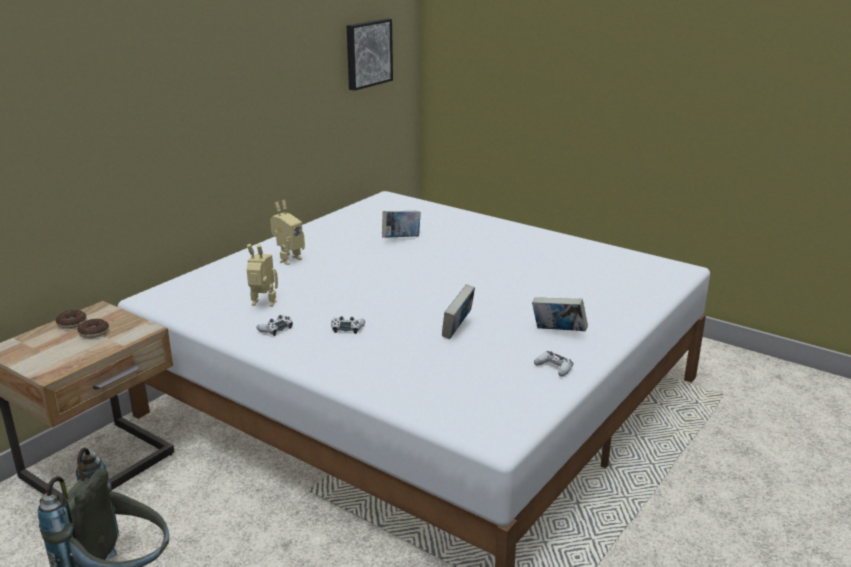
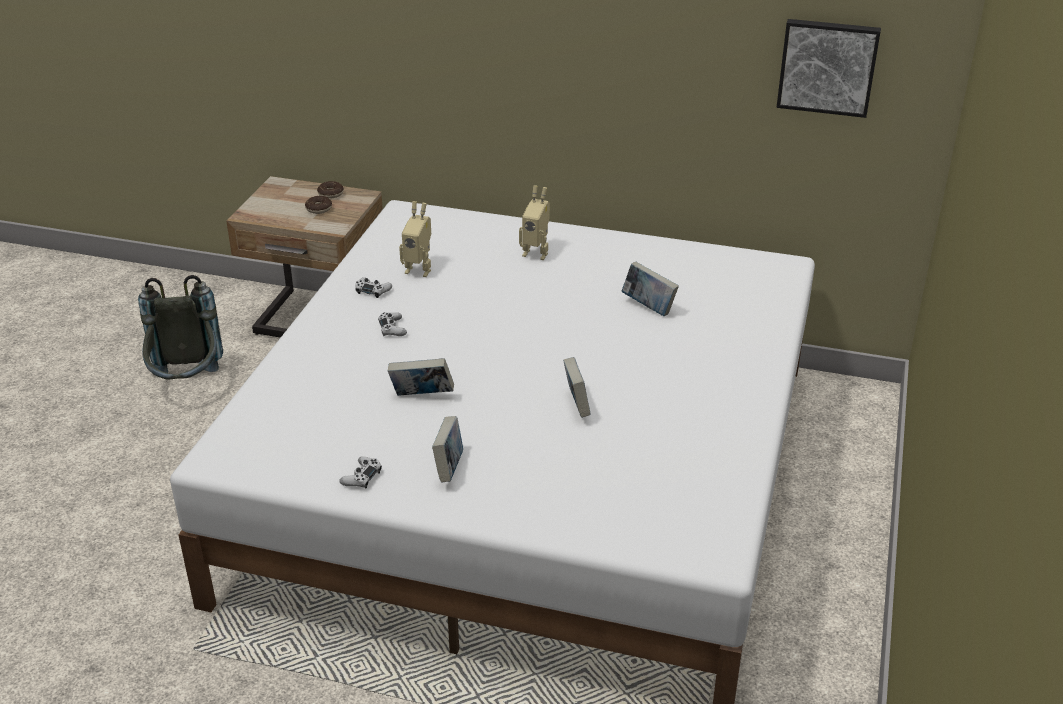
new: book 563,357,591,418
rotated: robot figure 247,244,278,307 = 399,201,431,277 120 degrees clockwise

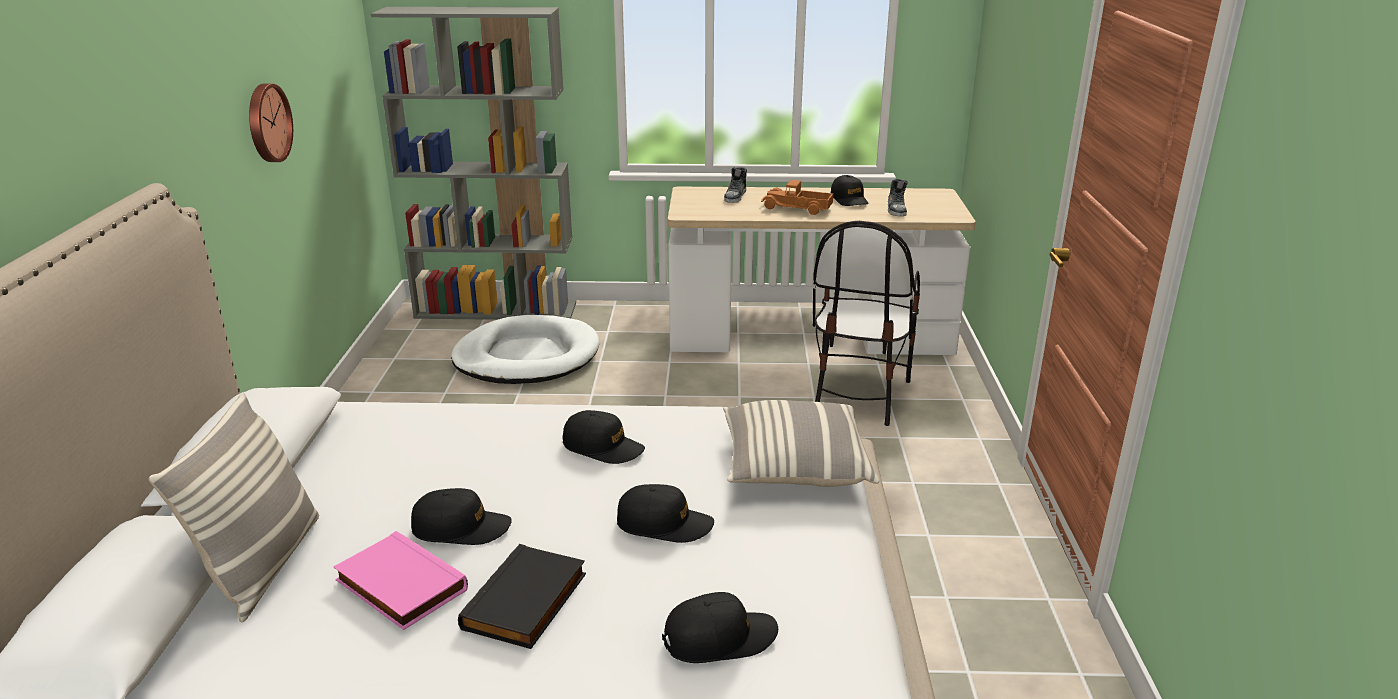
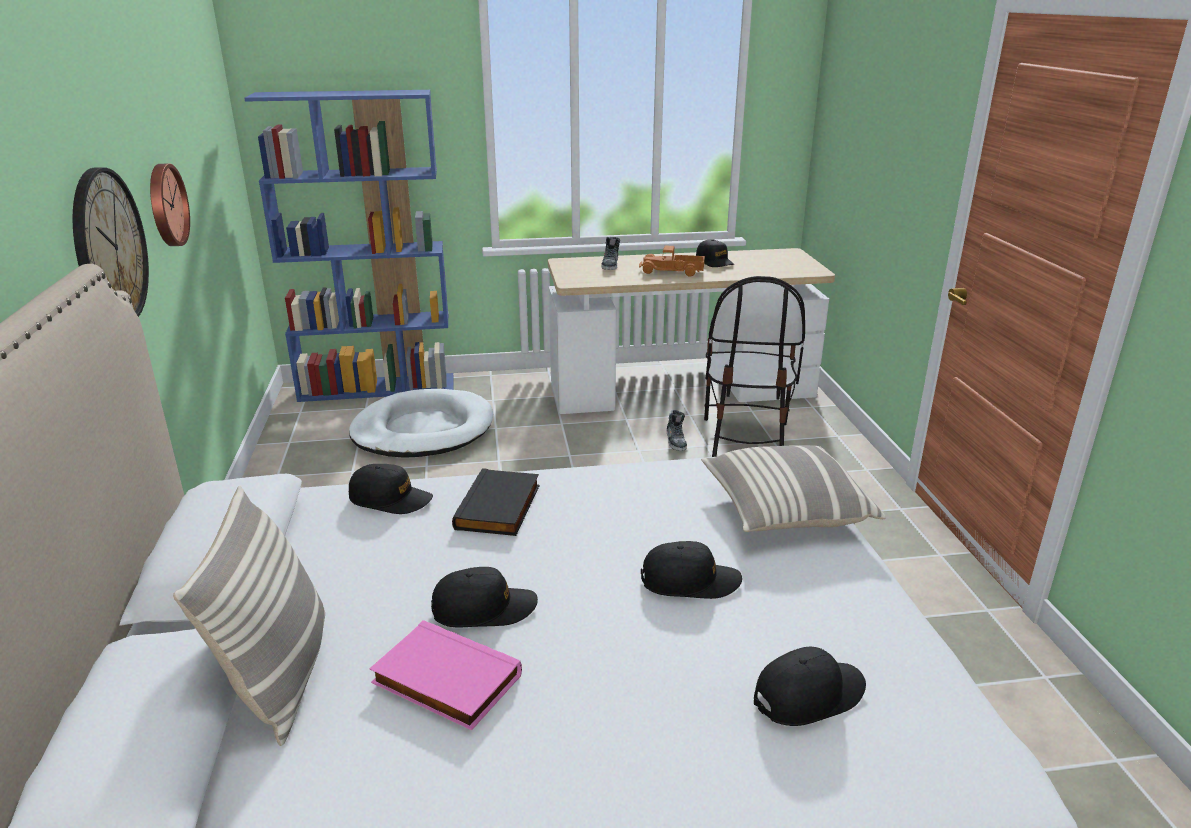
new: clock on the wall 73,167,149,317
shifted: black book 458,544,586,649 to 452,468,540,536; black cap 563,410,645,464 to 349,464,433,514; low shoe 888,179,908,216 to 667,410,687,451
repainted: greyish bookcase 371,7,576,320 to bluish bookcase 244,90,453,402

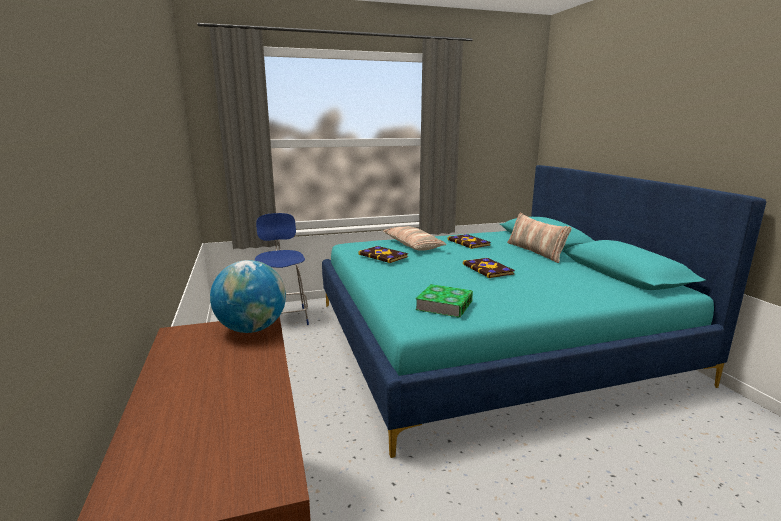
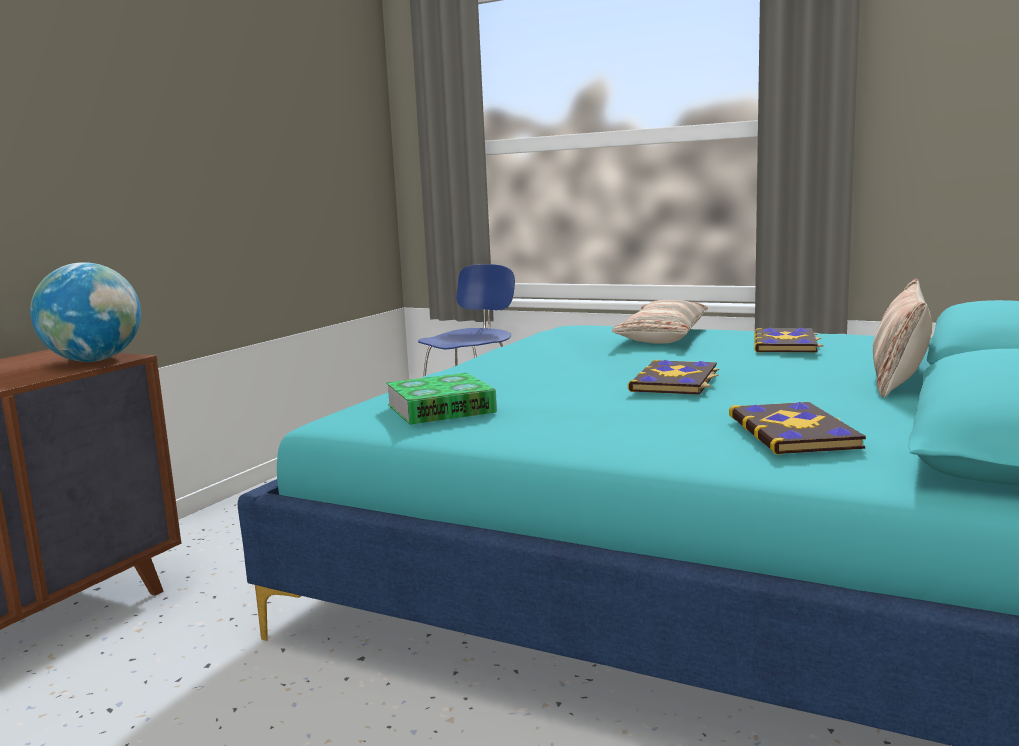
shifted: book 358,246,408,263 to 729,402,866,455

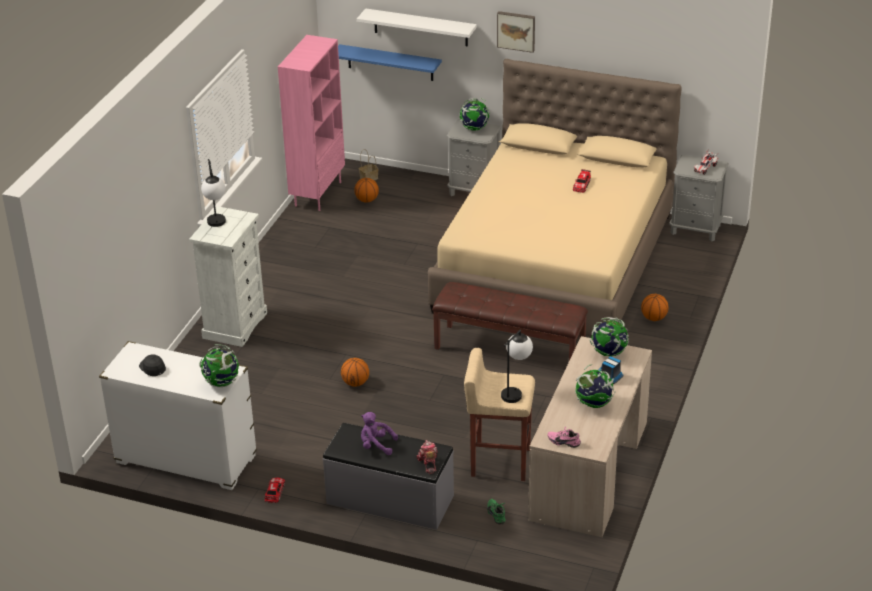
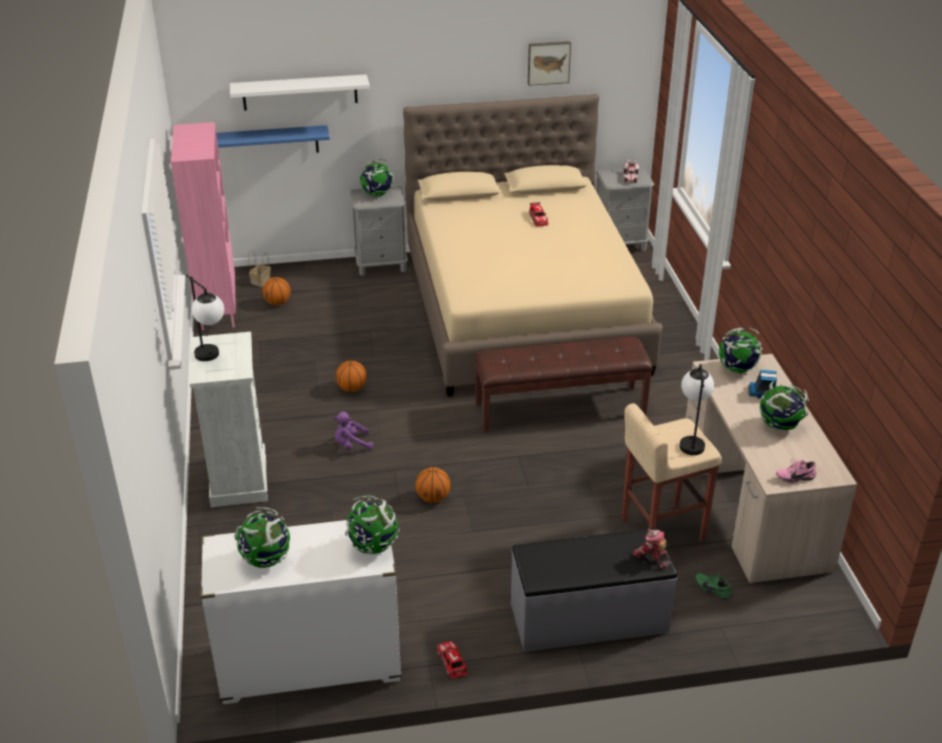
shifted: purple soft toy 361,412,398,455 to 333,412,374,450; wall picture 497,11,535,53 to 528,41,571,86; basketball ball 641,294,669,321 to 336,361,367,392
swapped: black cap 139,354,166,376 to desk globe 234,507,290,568

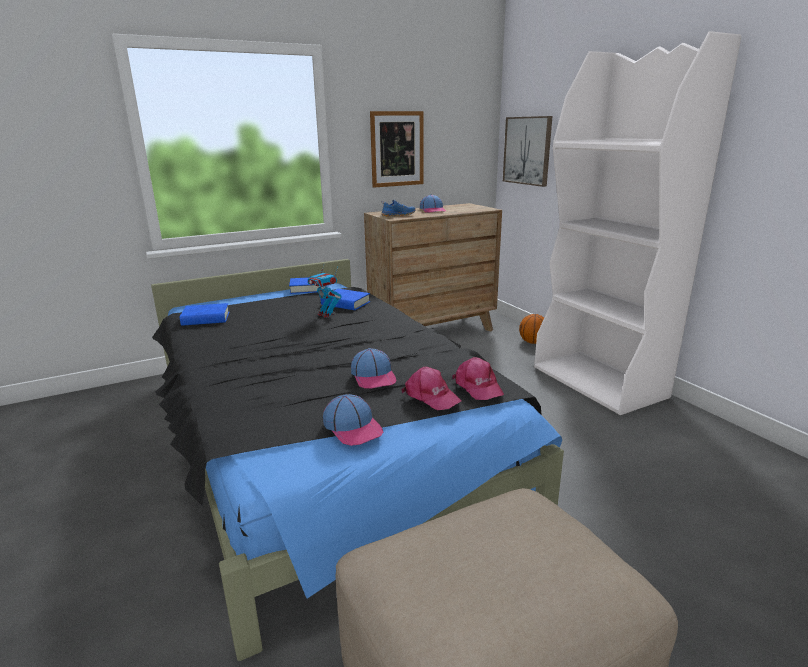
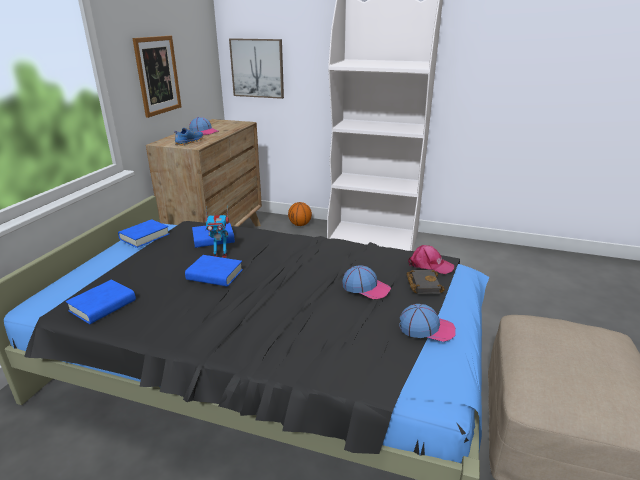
new: bluish book 185,255,243,287
swapped: pinkish cap 401,367,461,410 to black book 407,270,445,294

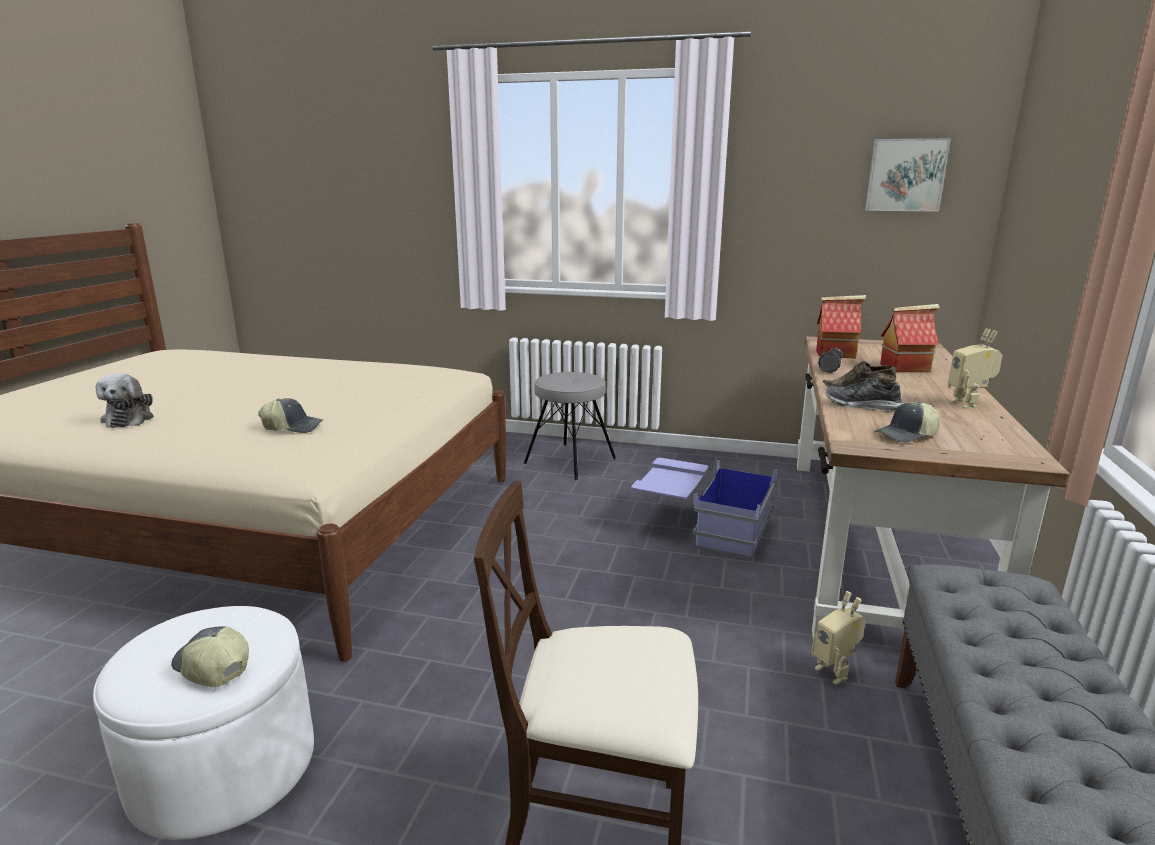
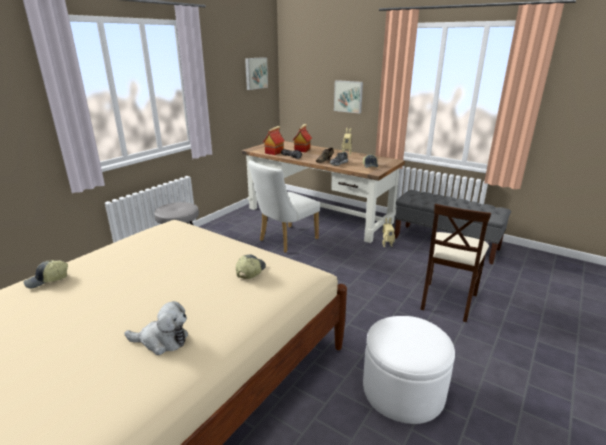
new: wall picture 334,80,363,114
shifted: cap 171,626,249,687 to 24,260,68,289
swapped: bluish storage container 631,457,778,559 to whitish upright chair 248,160,320,253

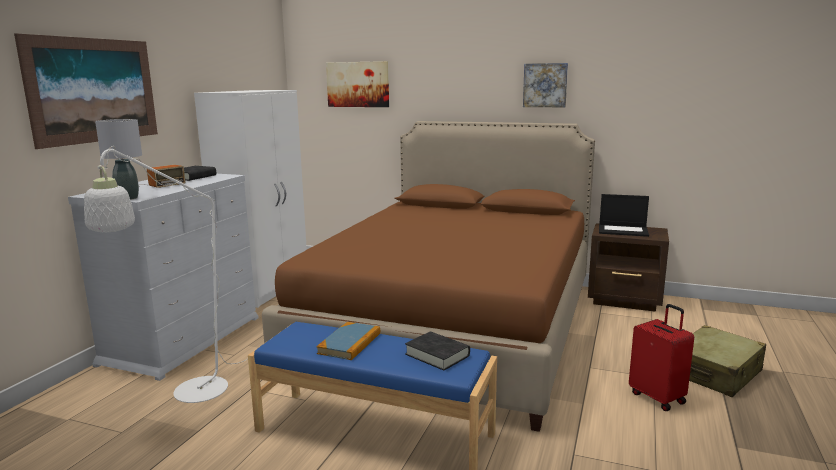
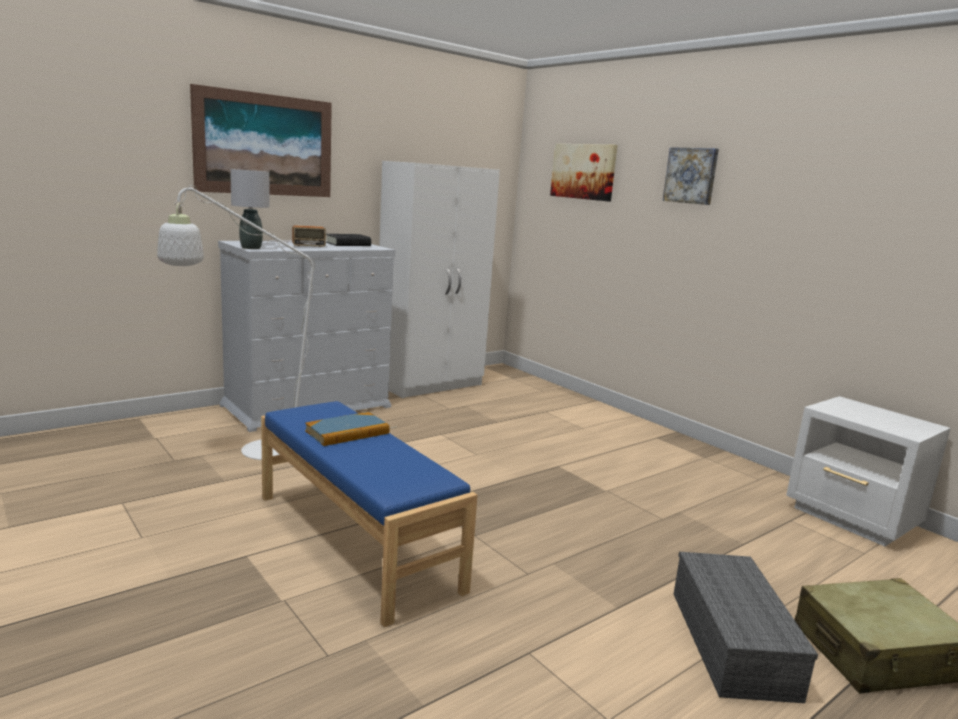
gone: brown sleeping bed 262,121,595,432; black book 405,331,470,371; notebook computer 599,194,649,237
shifted: wall picture 523,63,568,107 to 662,147,719,205
swapped: red suitcase 629,304,694,411 to greyish storage container 674,552,818,703
repainted: brown night table 588,223,669,312 to whitish night table 786,396,951,546

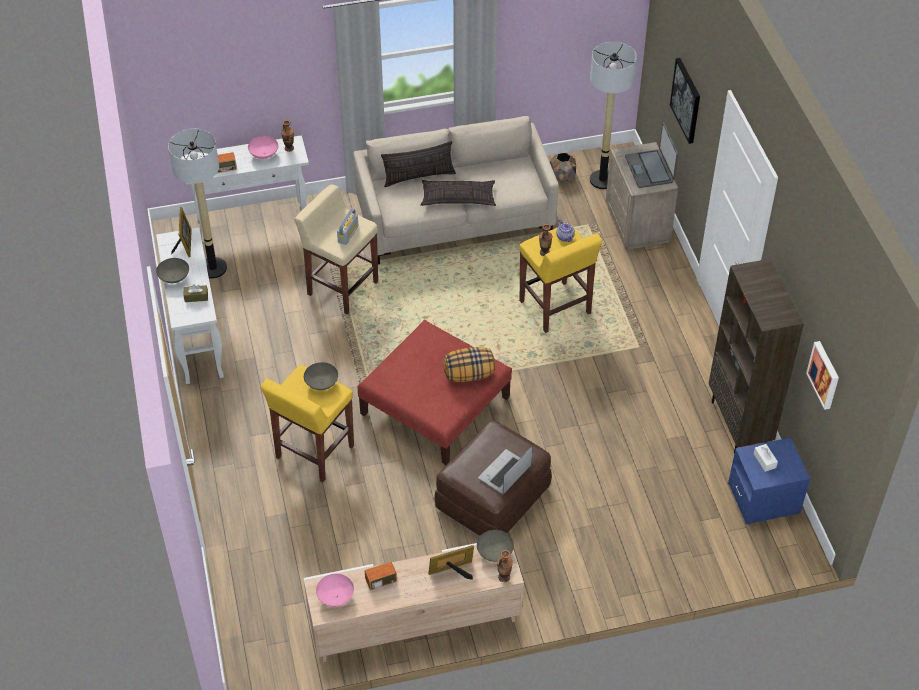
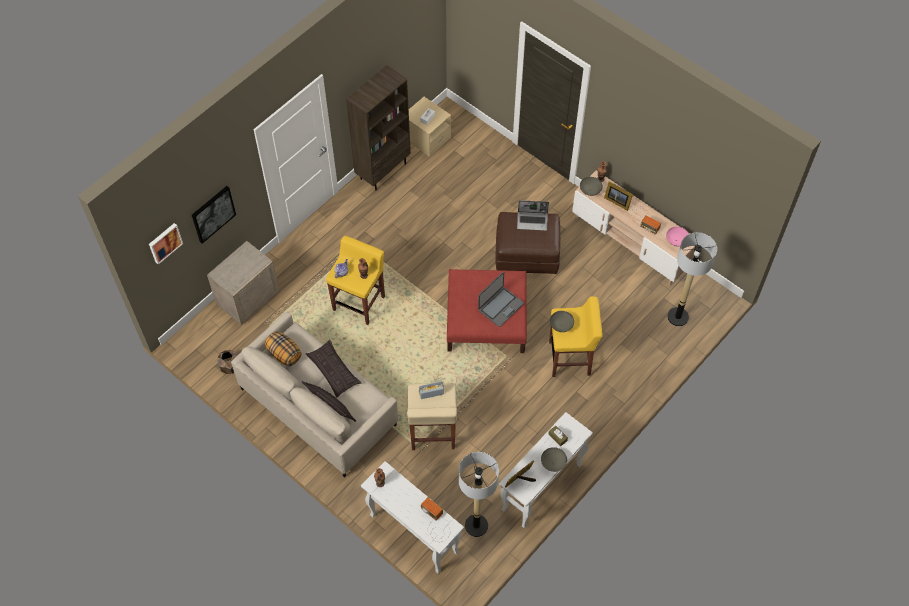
gone: pinkish serving bowl 248,136,278,159
shifted: cushion 443,347,495,382 to 265,331,302,366; floor lamp 590,42,637,189 to 667,232,717,326; notebook computer 625,122,678,188 to 478,272,524,327; wall picture 806,341,839,410 to 149,223,183,265
repainted: bluish night table 728,438,810,524 to beige night table 409,97,451,157

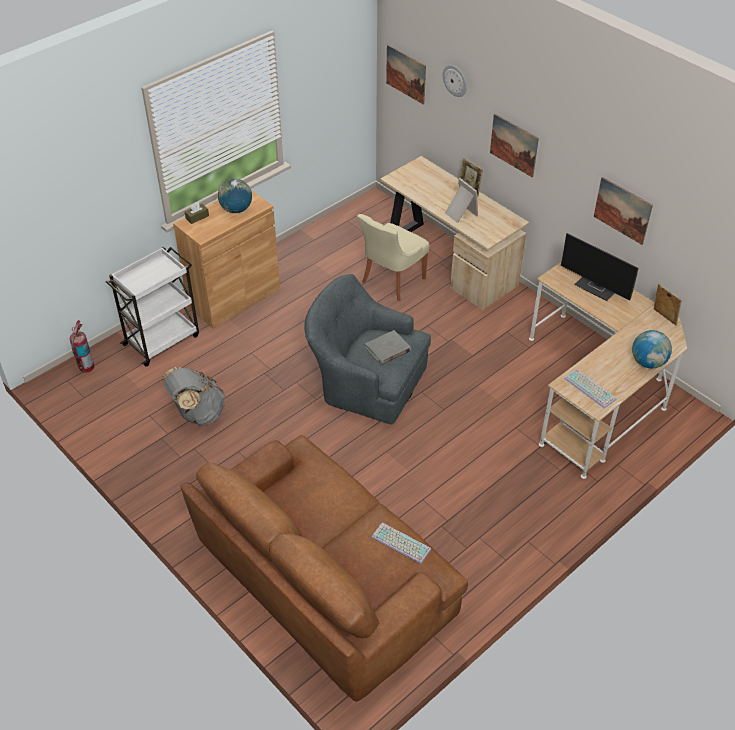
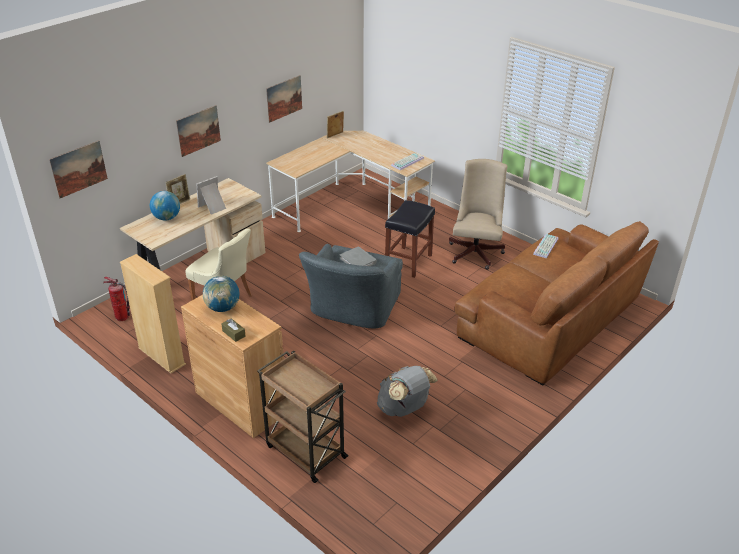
gone: clock on the wall 443,65,467,97; computer screen 561,233,638,301
new: beige bookcase 120,254,186,373; black stool seat 385,200,435,278; beige desk chair 449,159,507,270
shifted: fire extinguisher 70,320,94,373 to 103,277,130,321; desk globe 632,330,672,368 to 150,191,180,220
repainted: whitish trolley 106,247,199,366 to brown trolley 257,351,349,483

